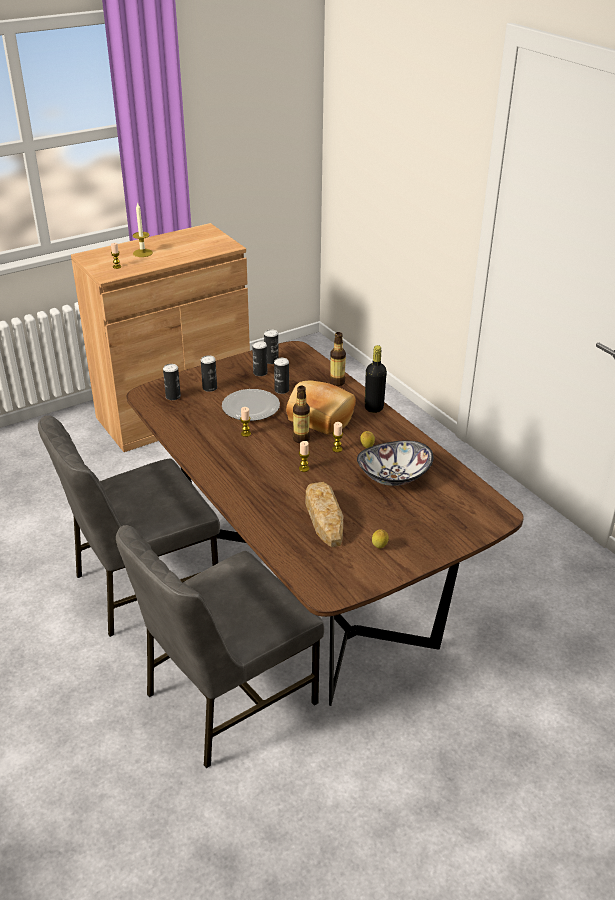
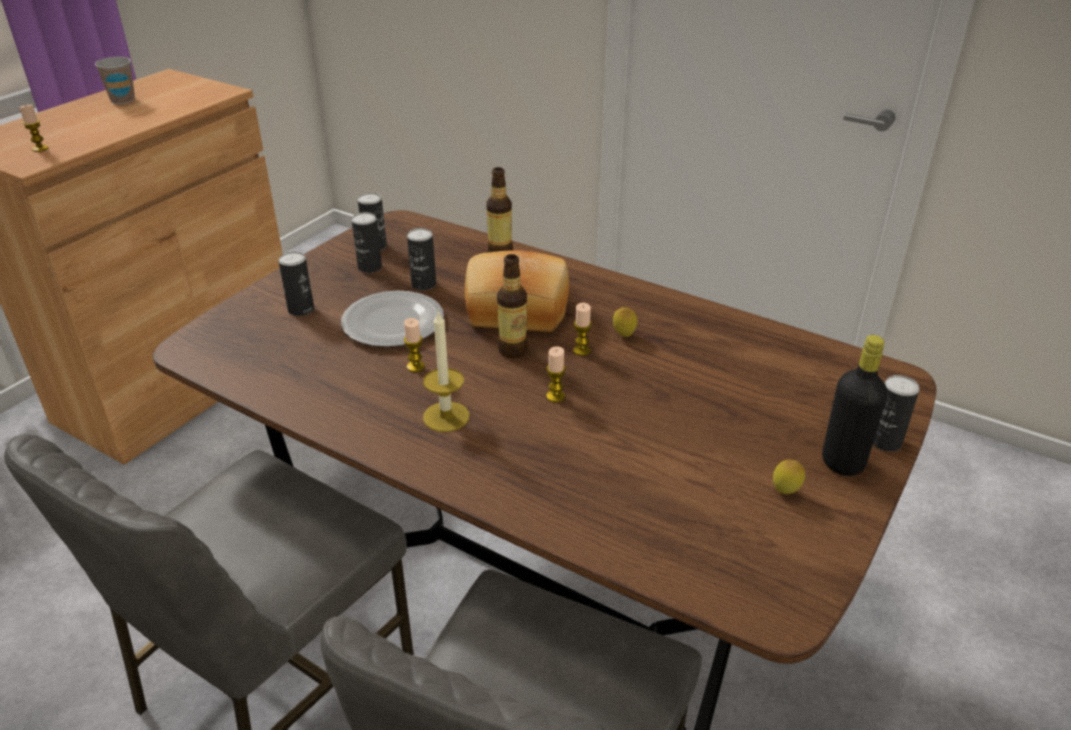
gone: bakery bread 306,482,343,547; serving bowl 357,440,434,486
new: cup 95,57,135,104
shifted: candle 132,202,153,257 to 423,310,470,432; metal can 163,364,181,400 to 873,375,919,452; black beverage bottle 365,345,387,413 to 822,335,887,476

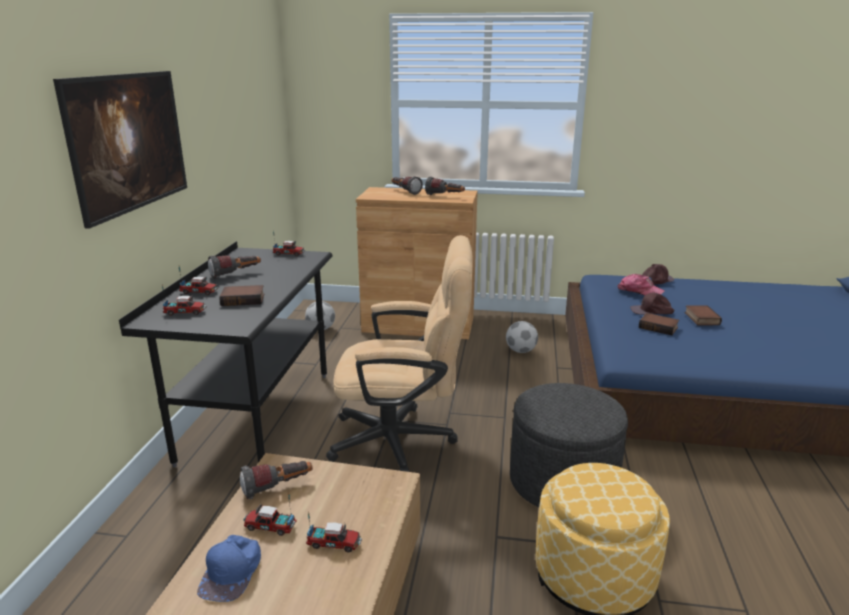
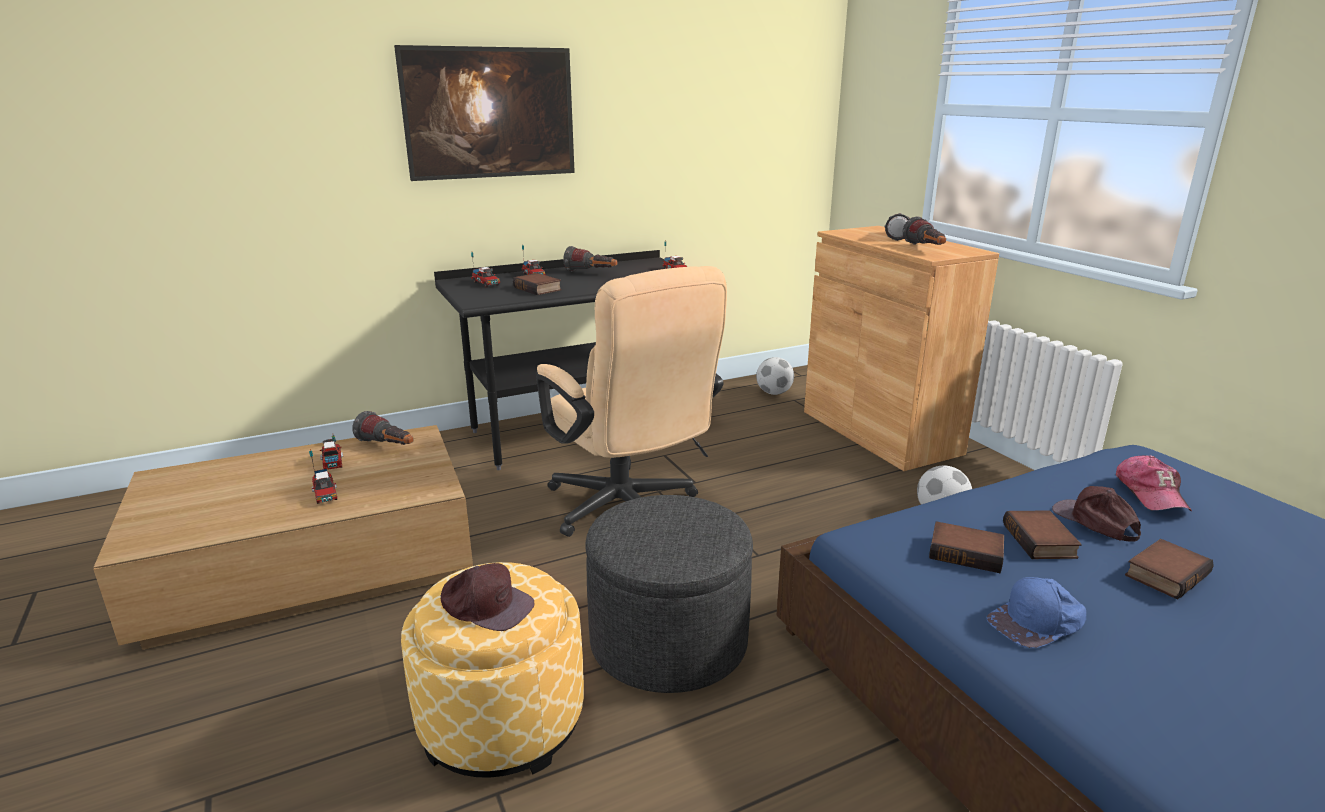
new: book 929,521,1004,573
shifted: bluish cap 197,535,261,602 to 986,577,1086,648; brown cap 642,264,674,285 to 441,563,535,631

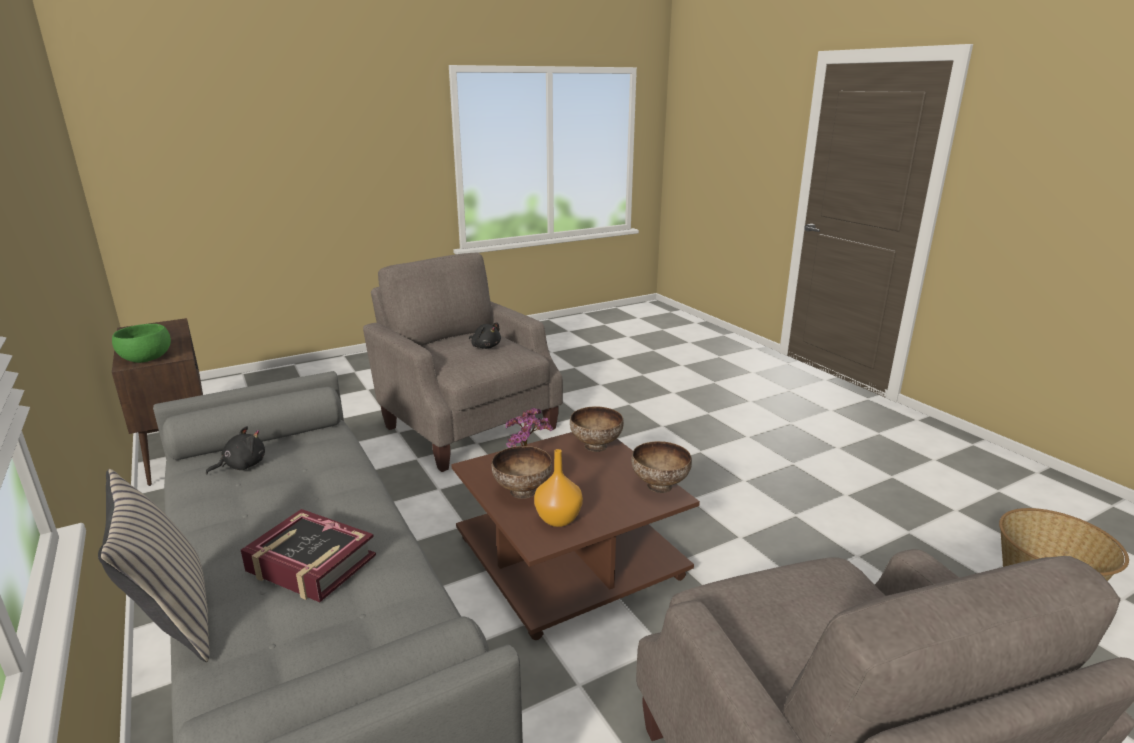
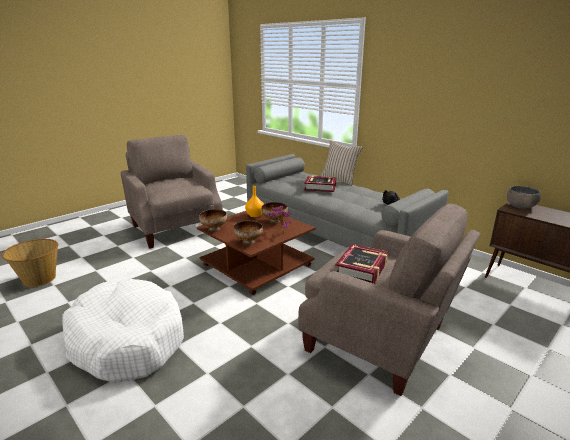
new: whitish dog cushion 62,279,184,383
swapped: black soft toy 469,322,501,349 to book 335,244,388,284
repainted: green-coloured serving bowl 112,324,171,363 to greyish serving bowl 507,186,541,209

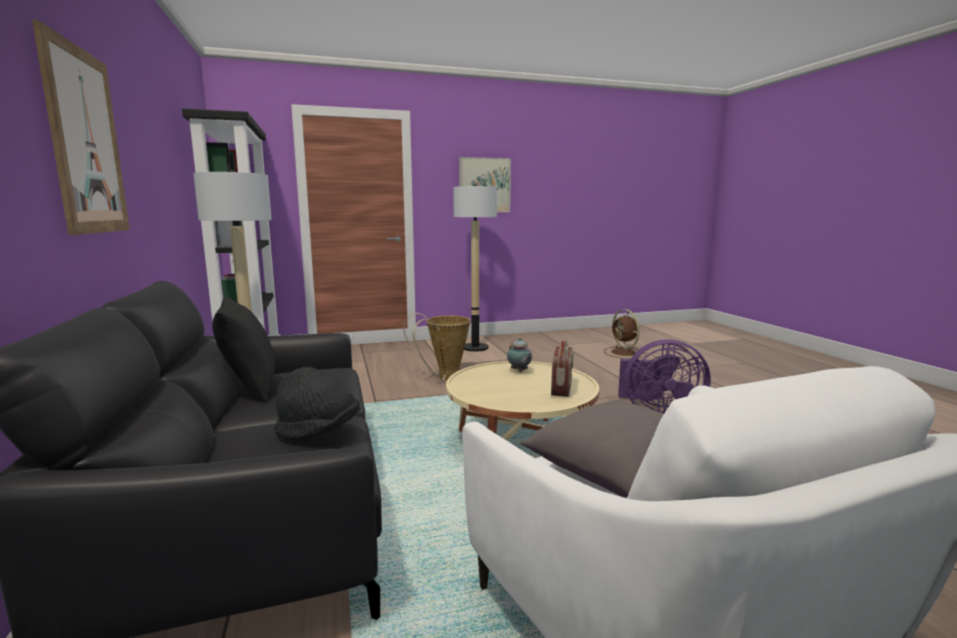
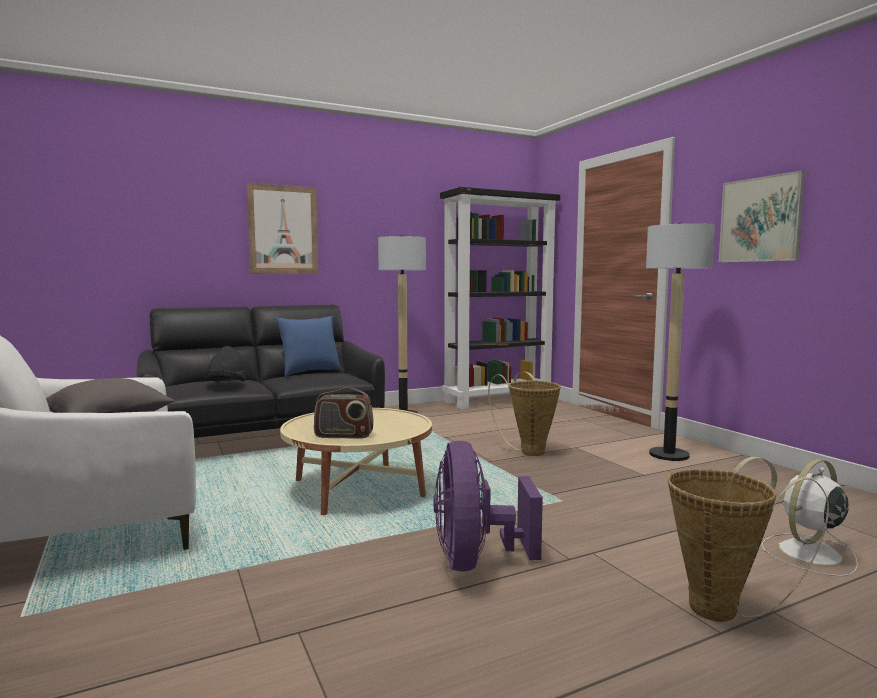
gone: tea pot 507,337,533,372
new: household basket 668,456,829,622
repainted: black cushion 212,296,275,402 to bluish cushion 275,316,342,377; brown cooling fan 604,309,646,359 to whitish cooling fan 761,459,858,577

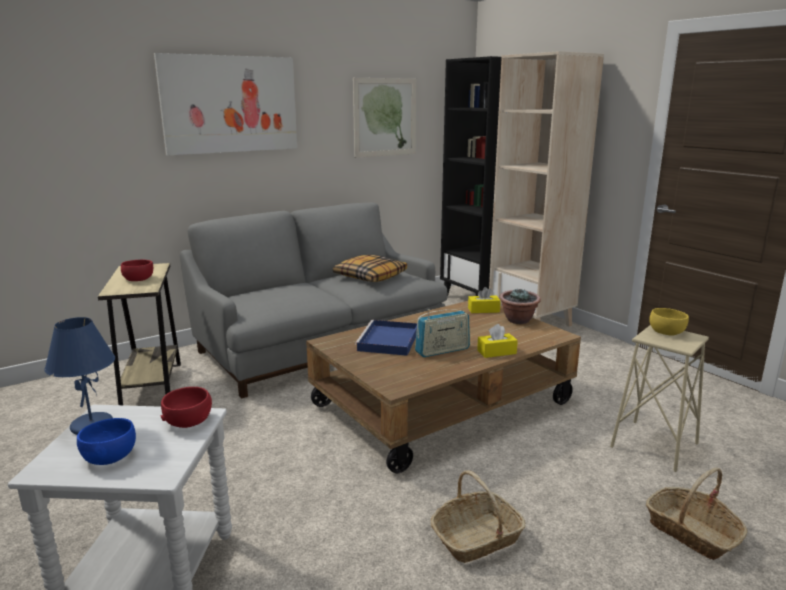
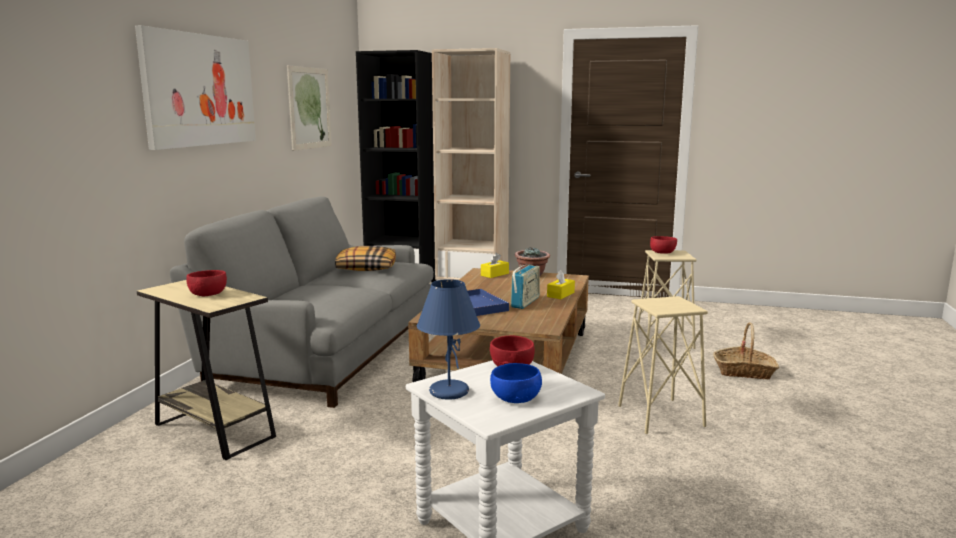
swapped: household basket 431,470,526,563 to beige stool seat 618,296,708,434
repainted: yellow-coloured serving bowl 649,308,689,336 to red serving bowl 650,236,677,253

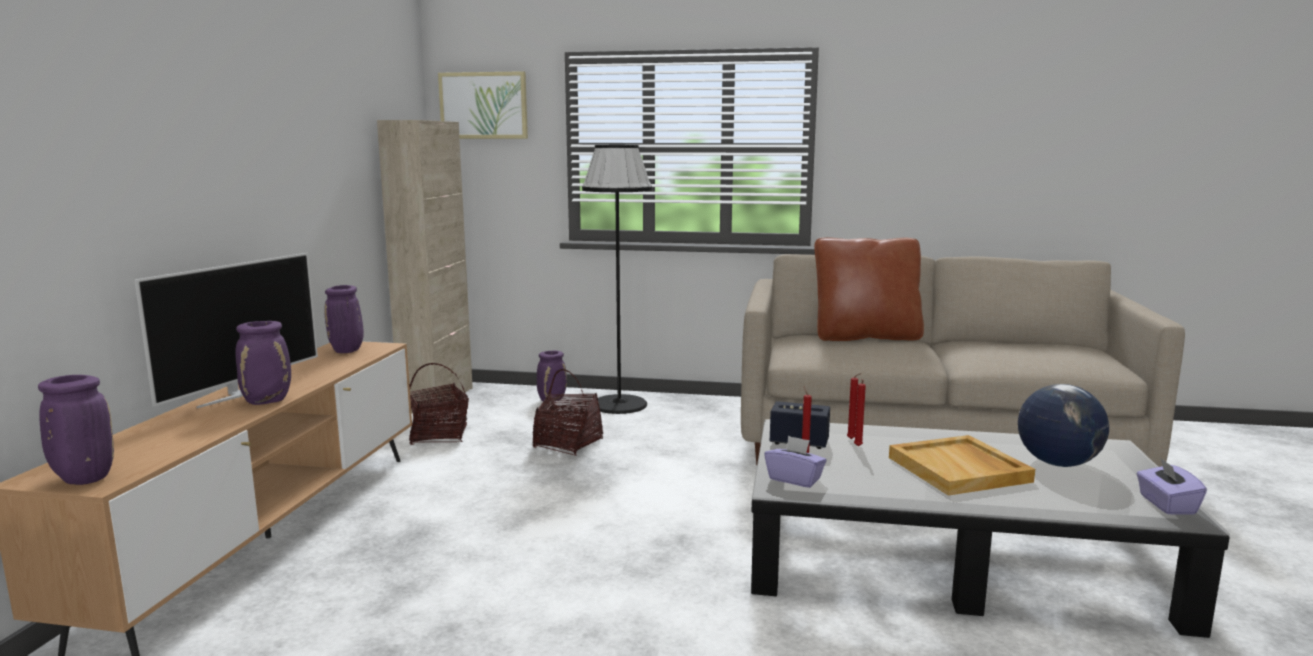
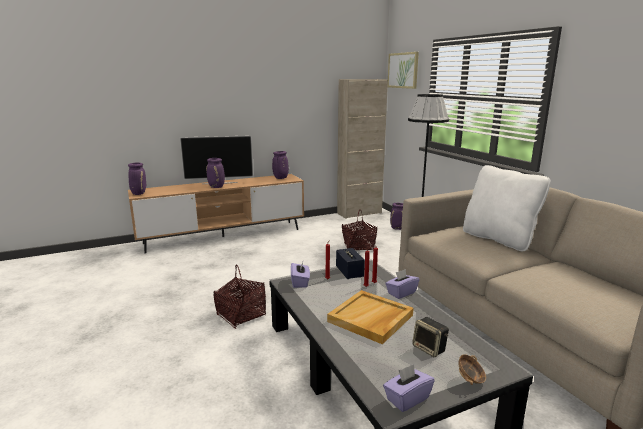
new: purple tissue box 385,269,420,299; serving bowl 458,354,486,385
shifted: household basket 409,363,469,445 to 213,265,266,329
swapped: desk globe 1018,384,1109,467 to audio speaker 412,317,449,357
repainted: brown cushion 814,237,924,341 to whitish cushion 463,165,551,251

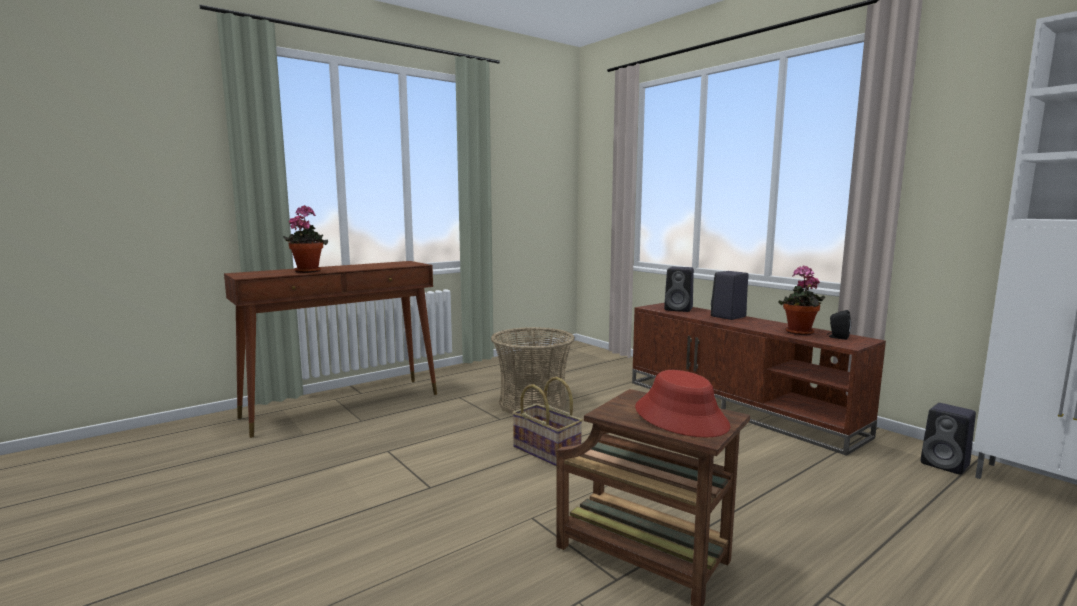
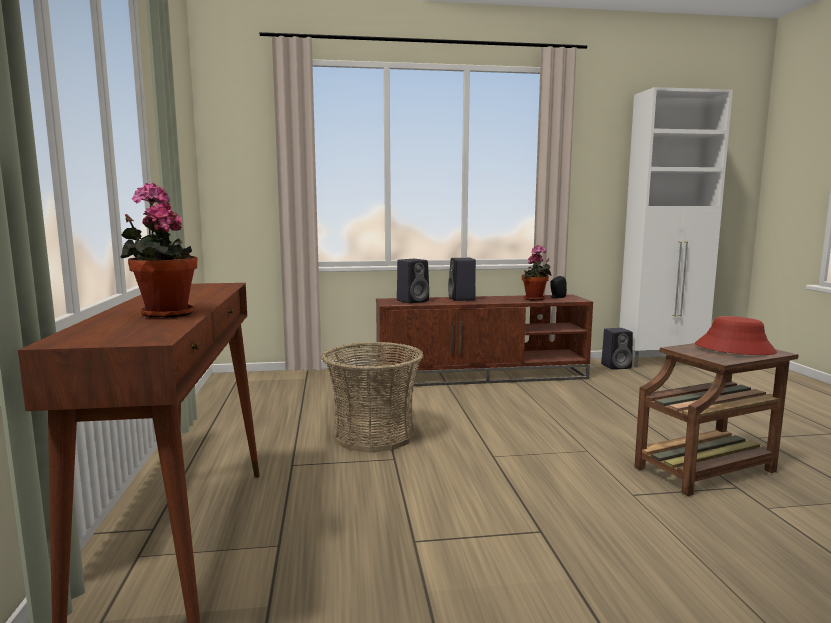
gone: household basket 512,377,583,466

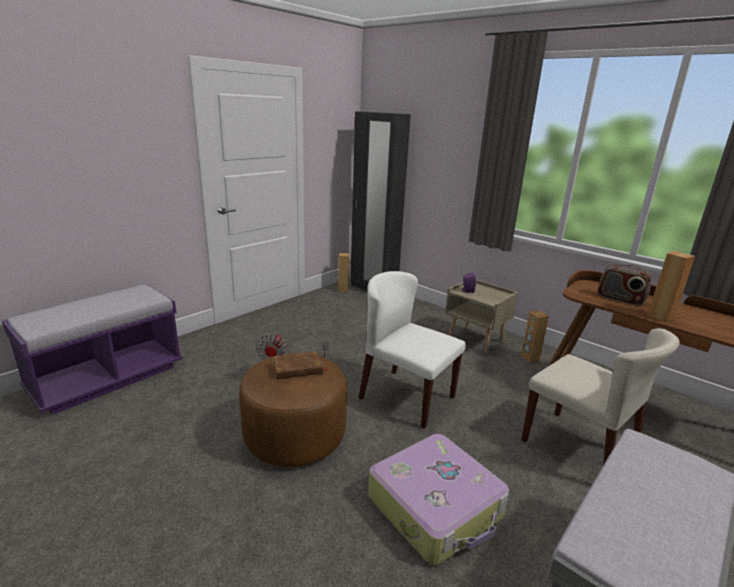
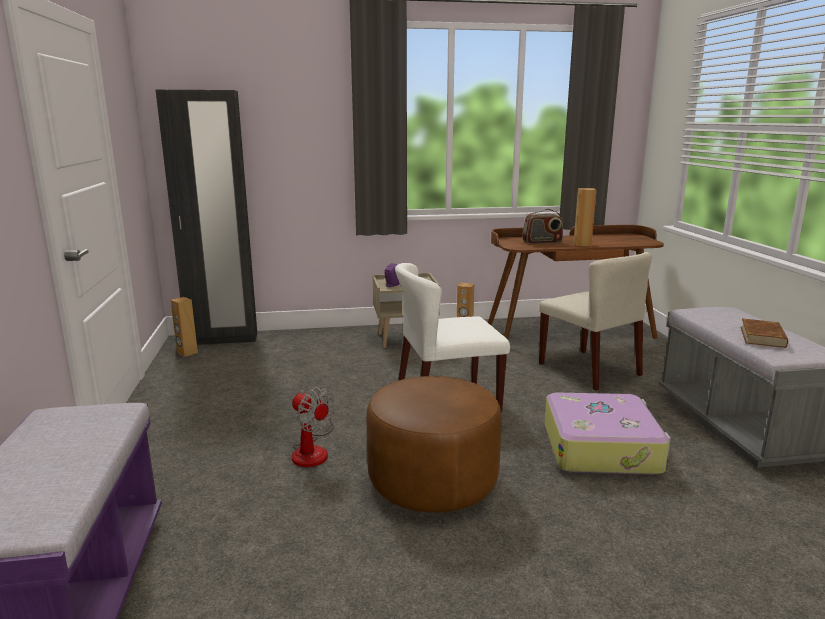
shifted: brown book 273,351,330,379 to 740,319,788,348
rotated: beige upright chair 521,328,680,465 = 539,252,652,390 60 degrees clockwise

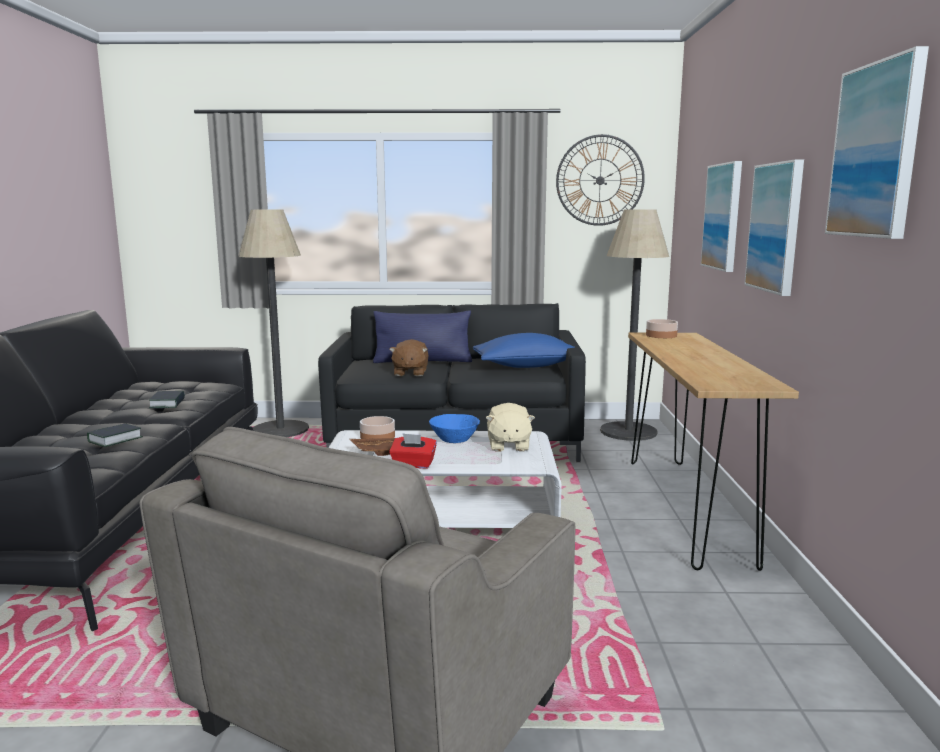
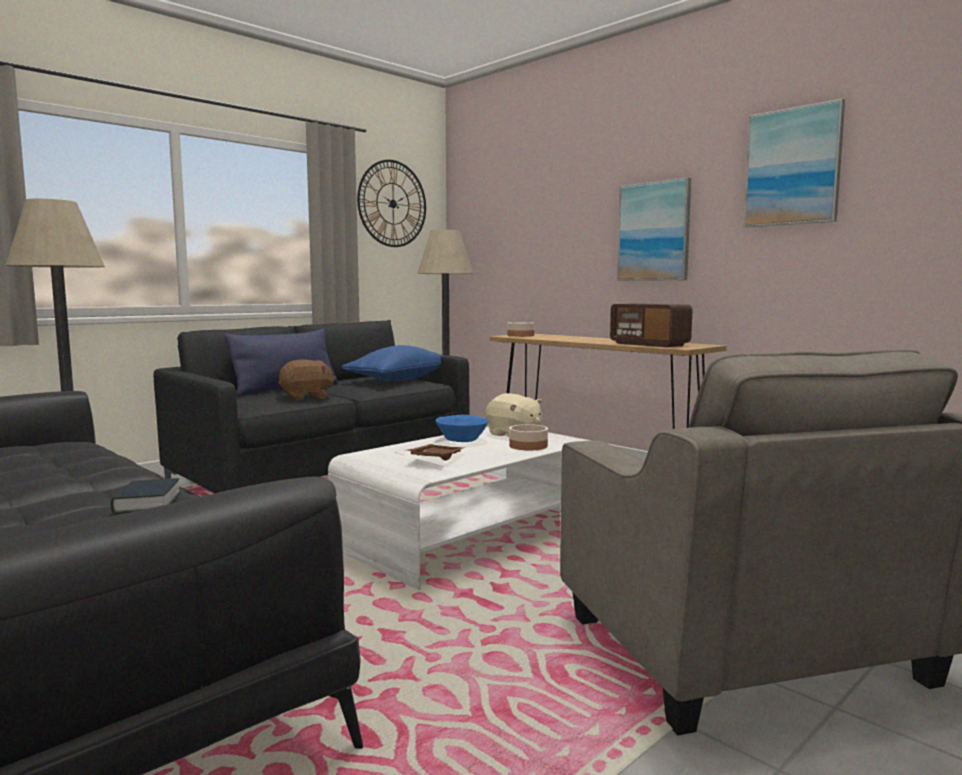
gone: book 149,391,185,408; red tissue box 389,433,437,469; wall picture 701,161,742,272
new: radio set 610,303,692,347
shifted: serving bowl 360,416,395,439 to 509,424,548,451
rotated: brown soft toy 389,339,428,376 = 279,359,336,400 75 degrees counterclockwise

